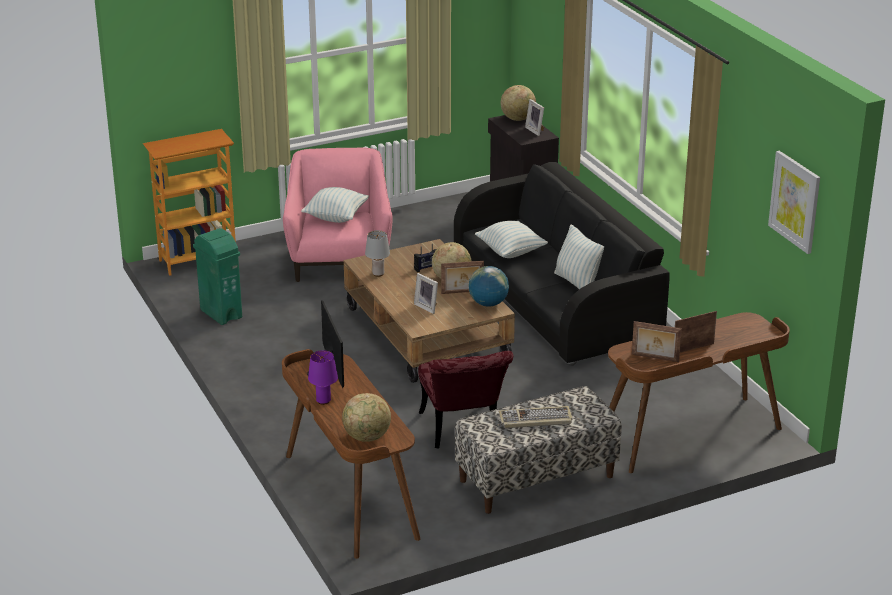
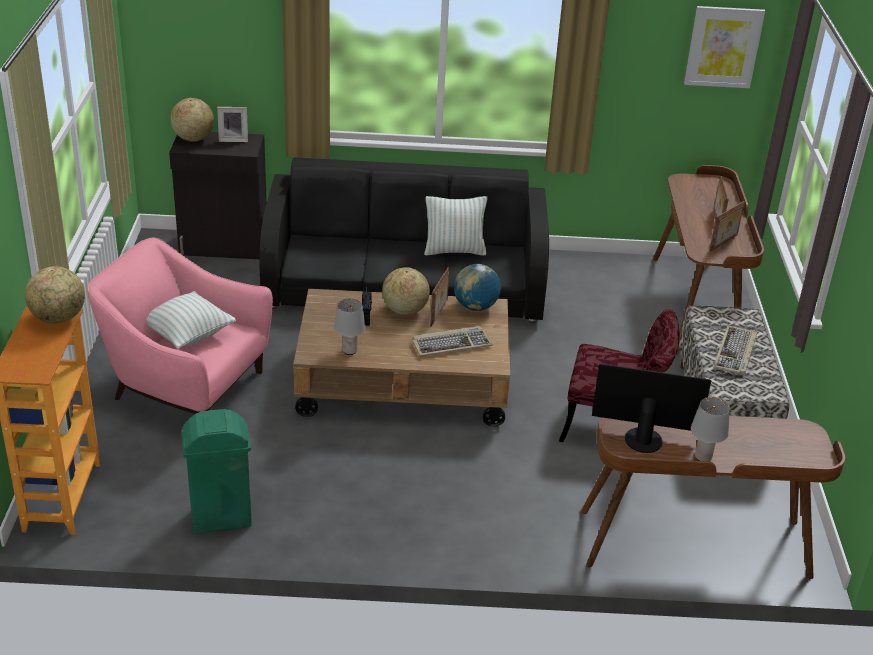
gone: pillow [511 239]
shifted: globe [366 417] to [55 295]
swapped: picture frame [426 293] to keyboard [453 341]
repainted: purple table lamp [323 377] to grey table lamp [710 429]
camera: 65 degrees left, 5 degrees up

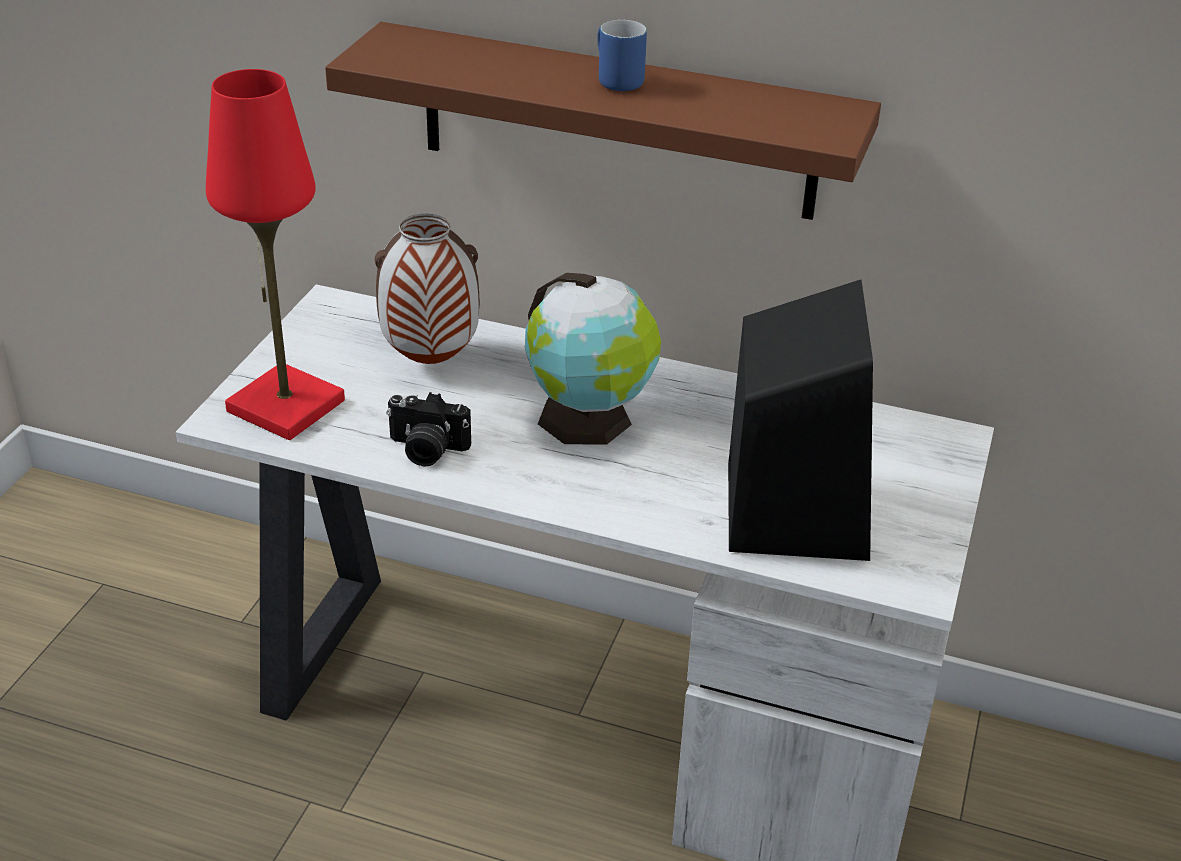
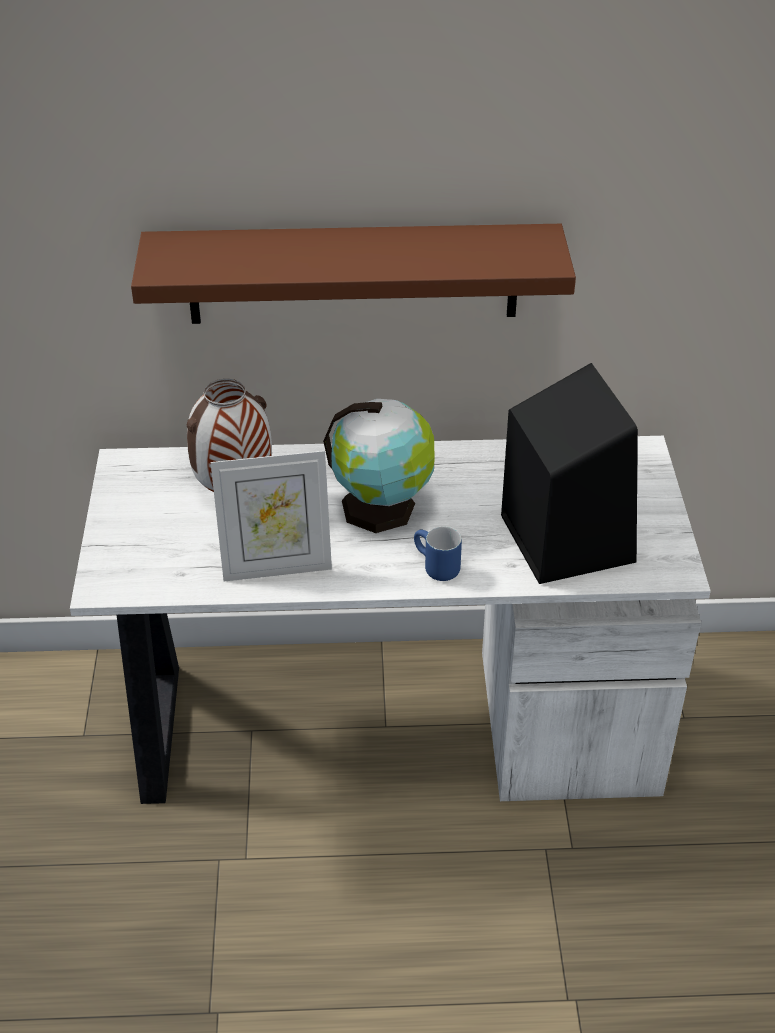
gone: red table lamp [275 254]
shifted: blue mug [622 55] to [438 554]
swapped: photo camera [428 429] to picture frame [271 516]
camera: 20 degrees left, 5 degrees up

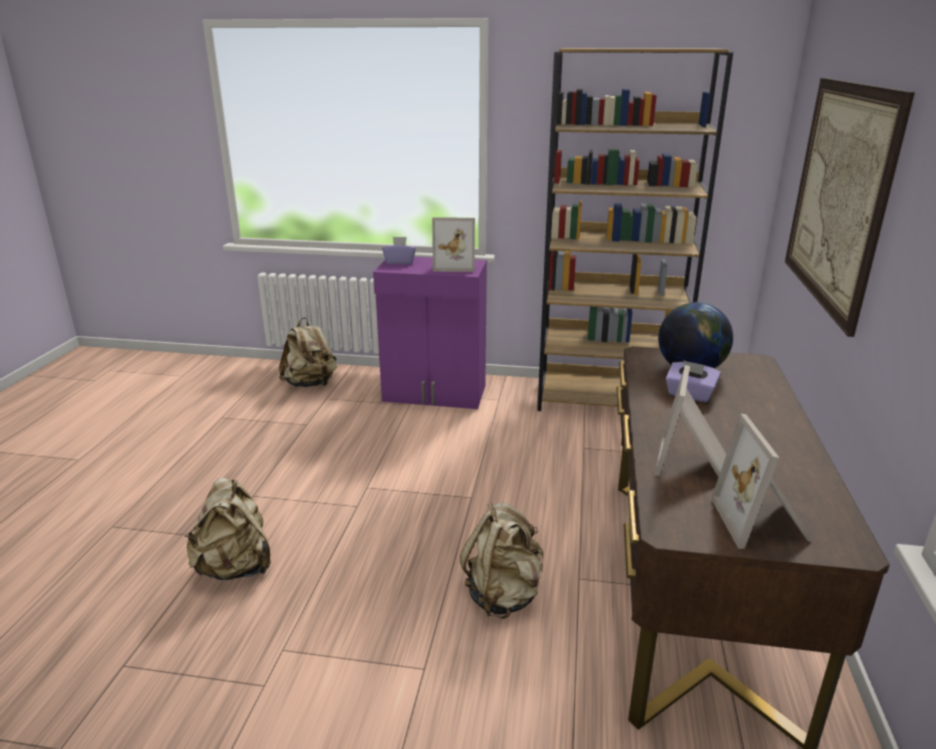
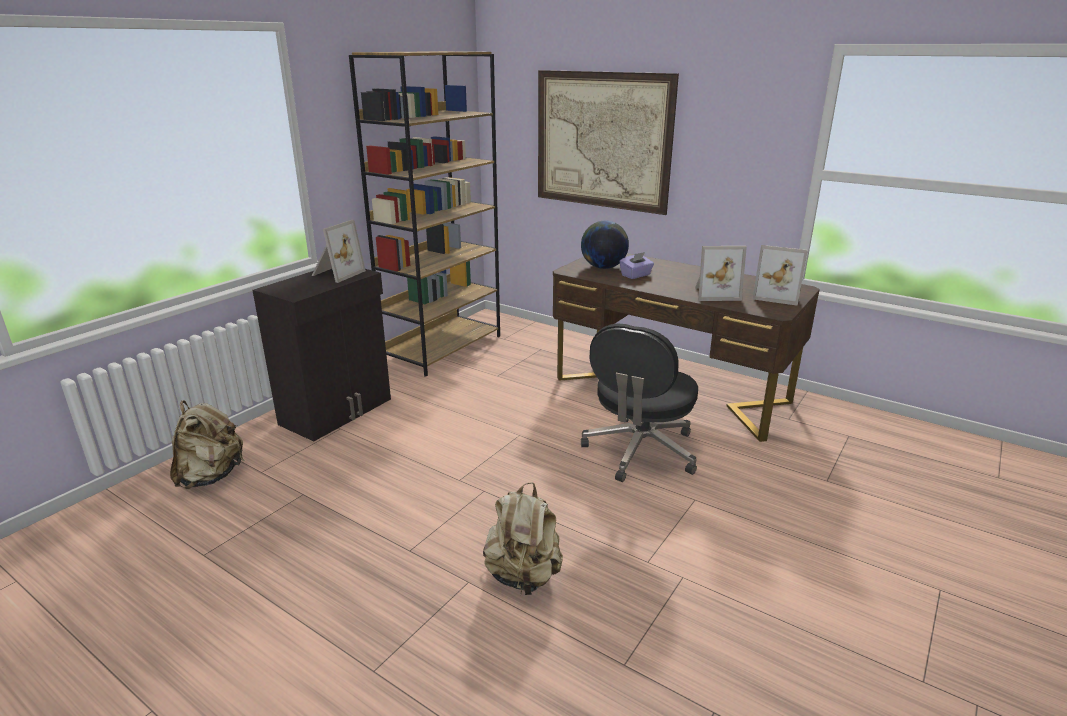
gone: purple tissue box [399 250]
swapped: beige backpack [501 561] to black office chair [639 402]
repainted: purple cabinet [430 333] to black cabinet [321 355]
rotated: picture frame [690 421] = [721 273] 45 degrees counterclockwise
camera: 65 degrees left, 0 degrees up

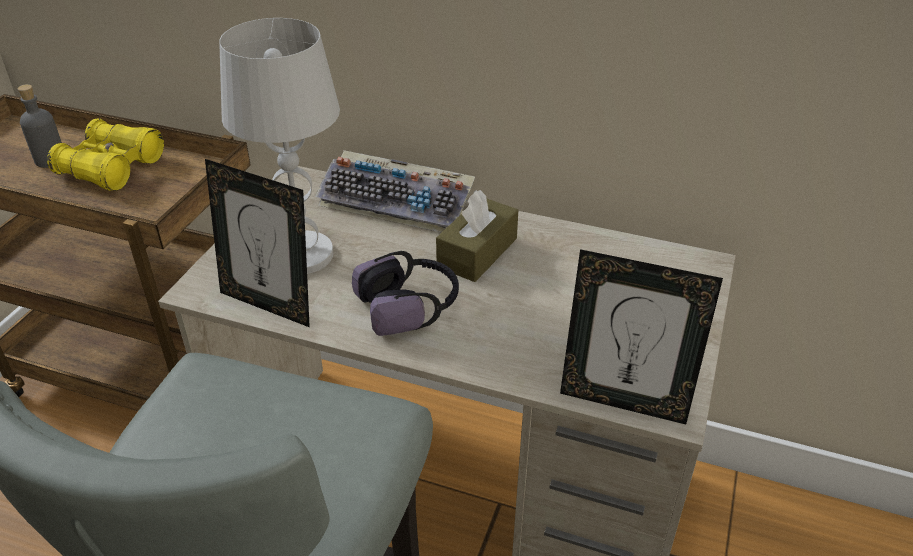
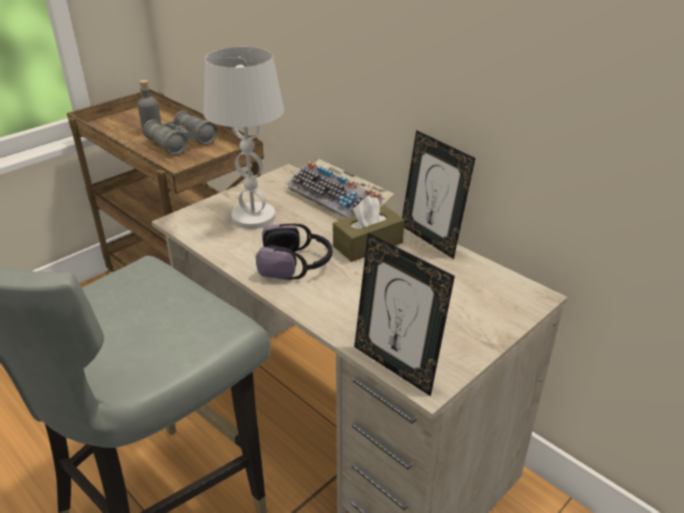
shifted: picture frame [257 243] to [438 194]
repainted: yellow binoculars [105 154] to grey binoculars [180 132]
camera: 25 degrees right, 5 degrees down

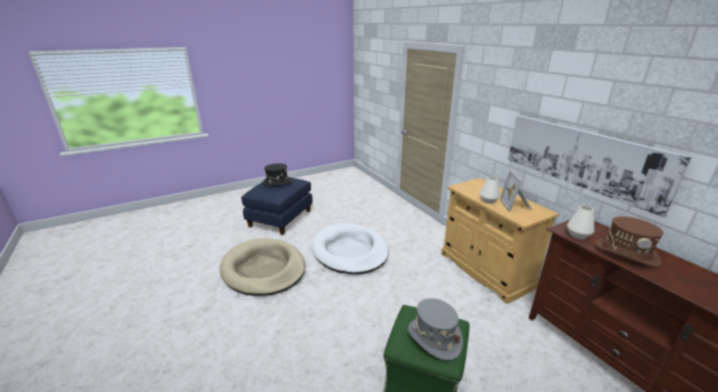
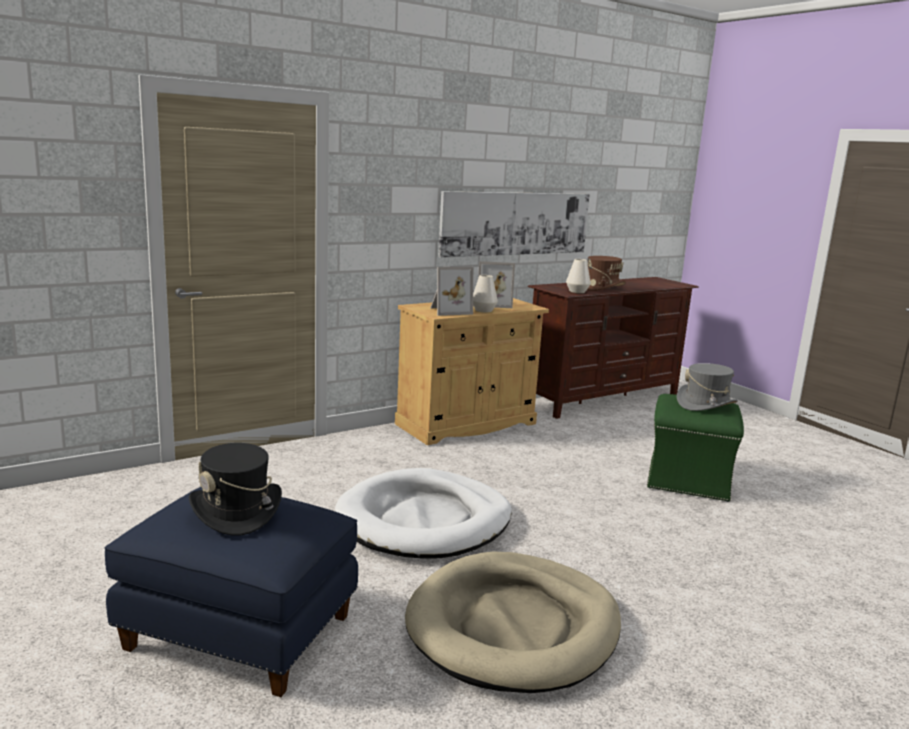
new: picture frame [451 291]
camera: 95 degrees left, 10 degrees down

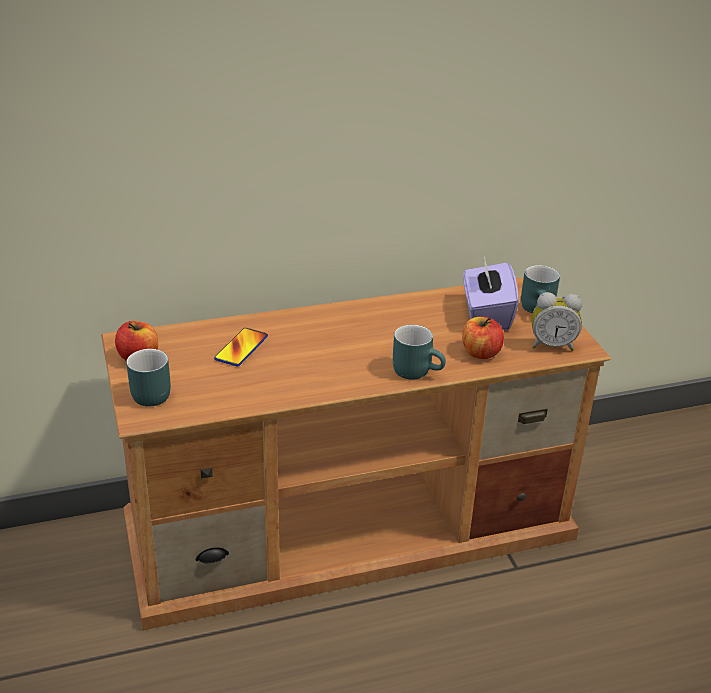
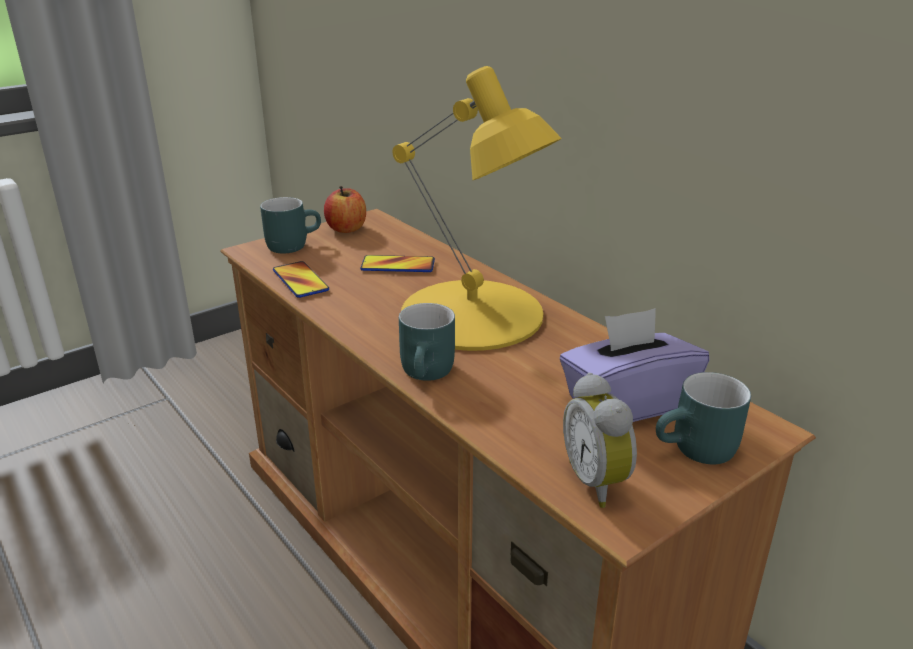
gone: apple [483 338]
new: phone [301 279]; yellow table lamp [477 208]
camera: 70 degrees right, 5 degrees down

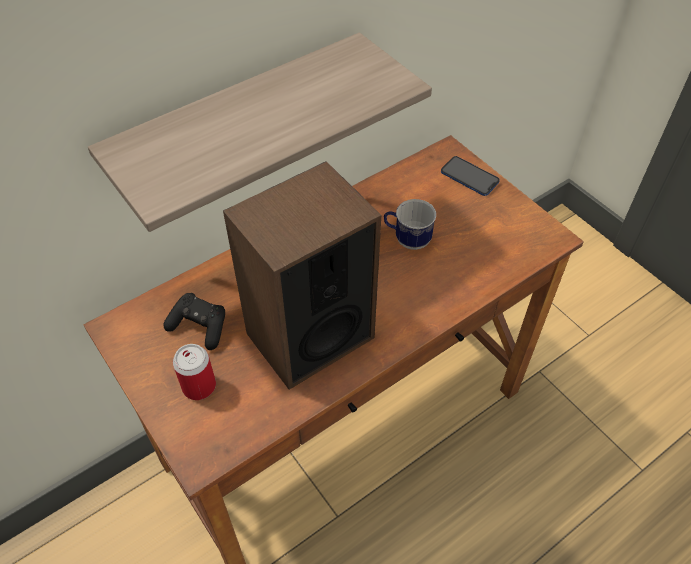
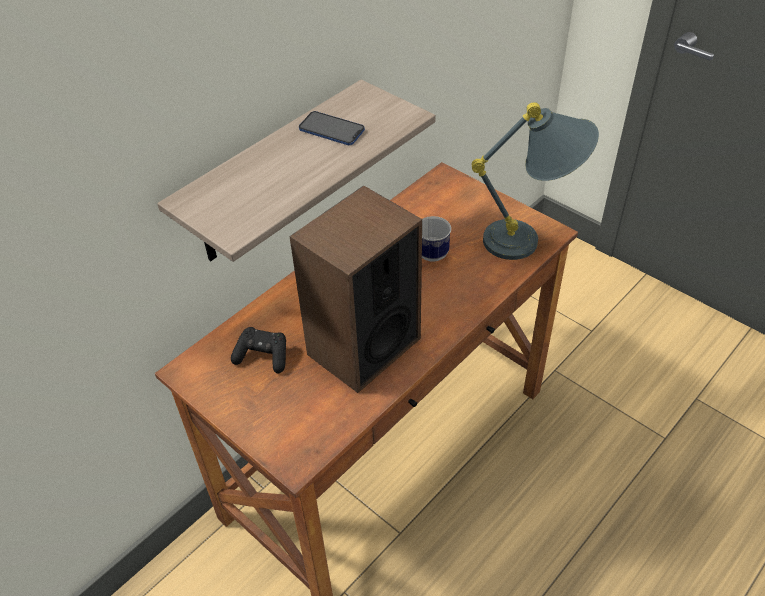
gone: can [194 372]
new: grey table lamp [535 181]
shifted: phone [470 176] to [332 128]
camera: 10 degrees left, 5 degrees down

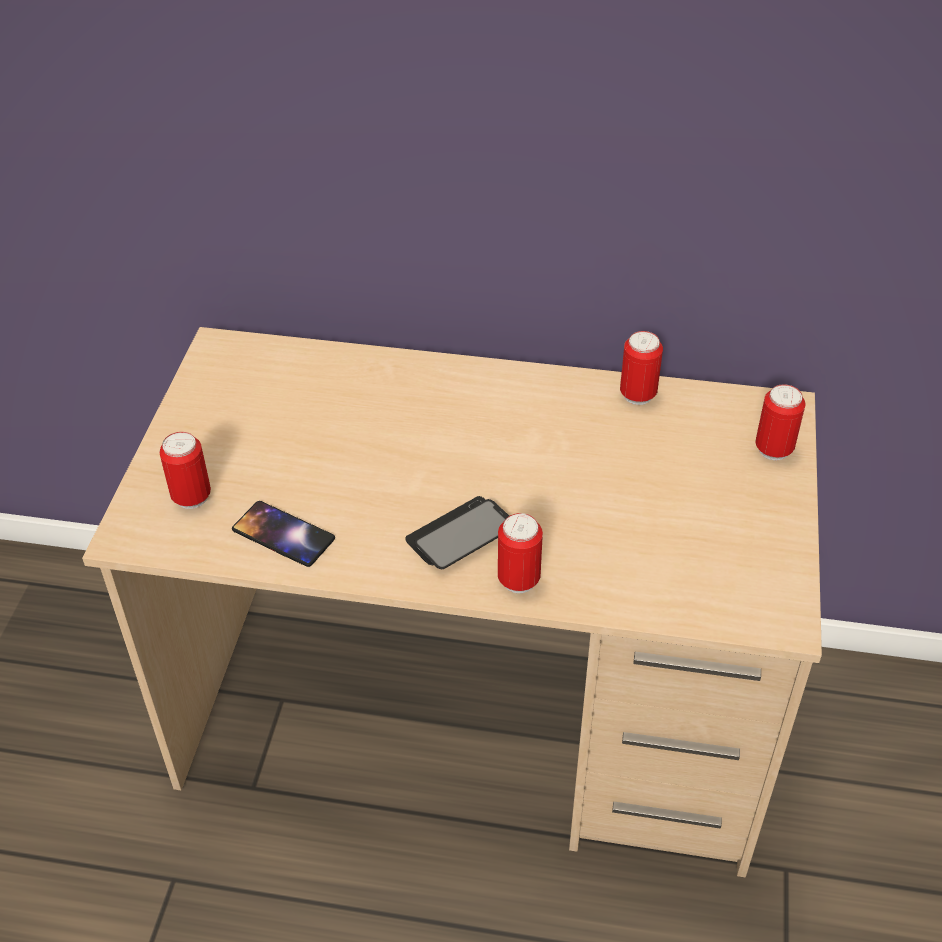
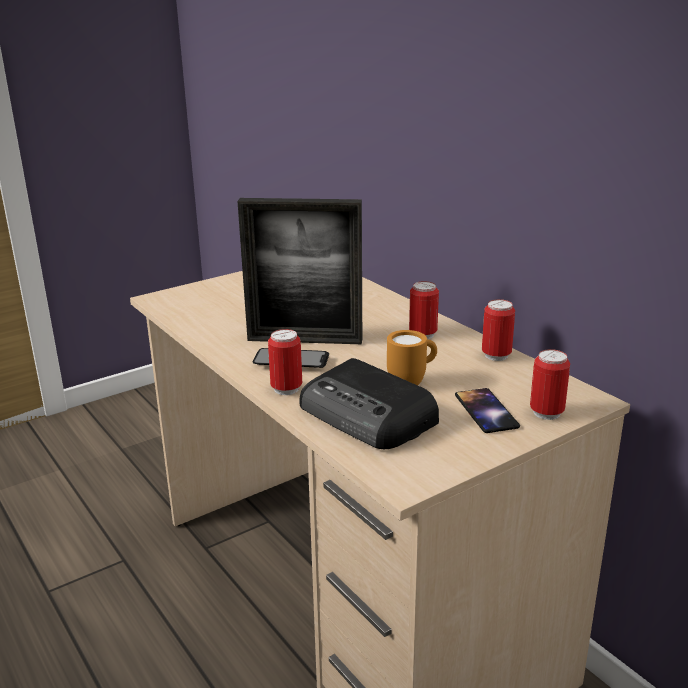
new: picture frame [300 271]; radio [369 403]; orange mug [412 357]
shifted: can [185 470] to [424 310]; phone [283 534] to [487 410]
camera: 45 degrees right, 20 degrees down

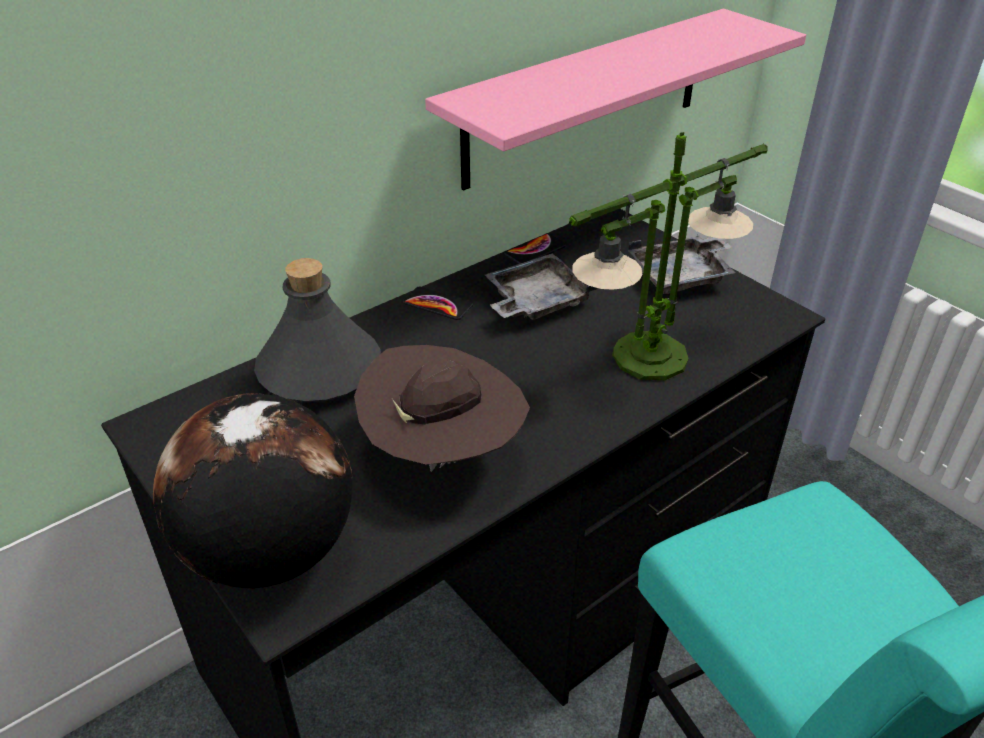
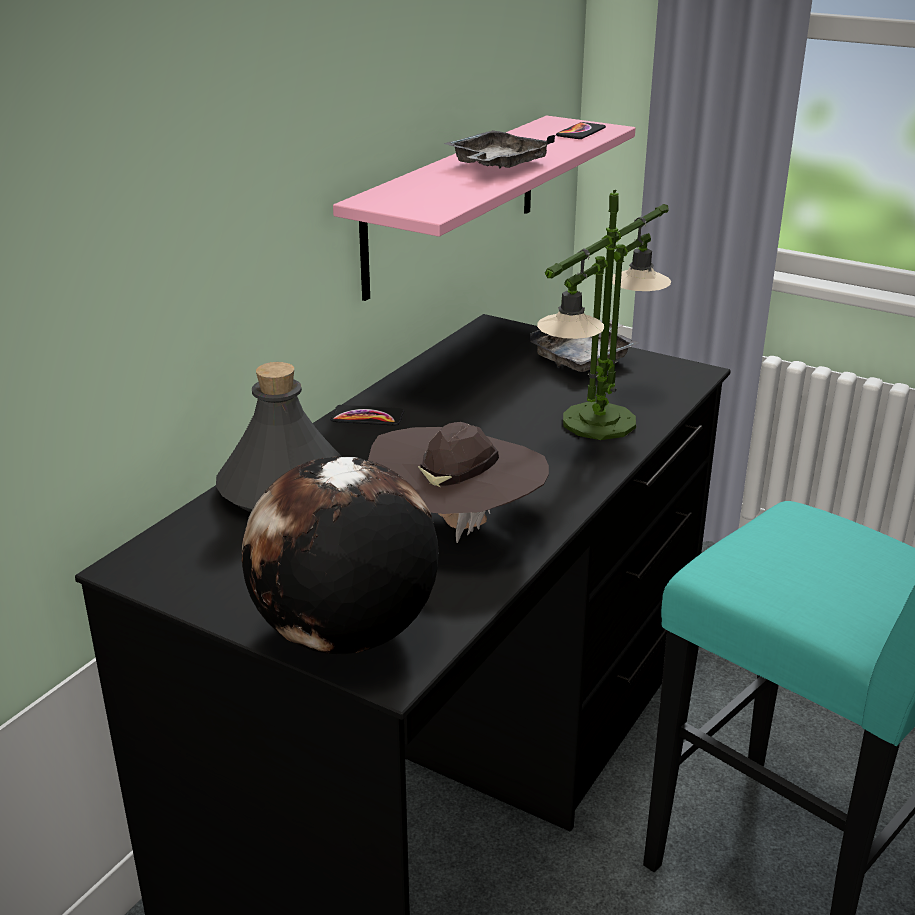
shifted: grey tray [541 286] to [499 149]; phone [535 248] to [581 130]
camera: 20 degrees left, 10 degrees down

